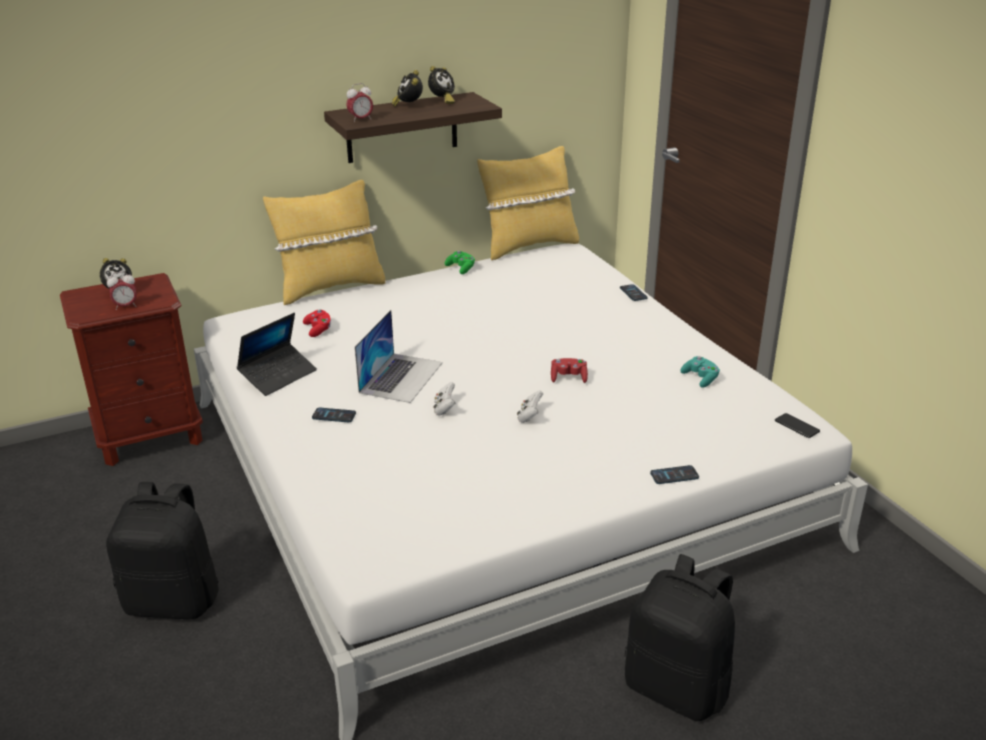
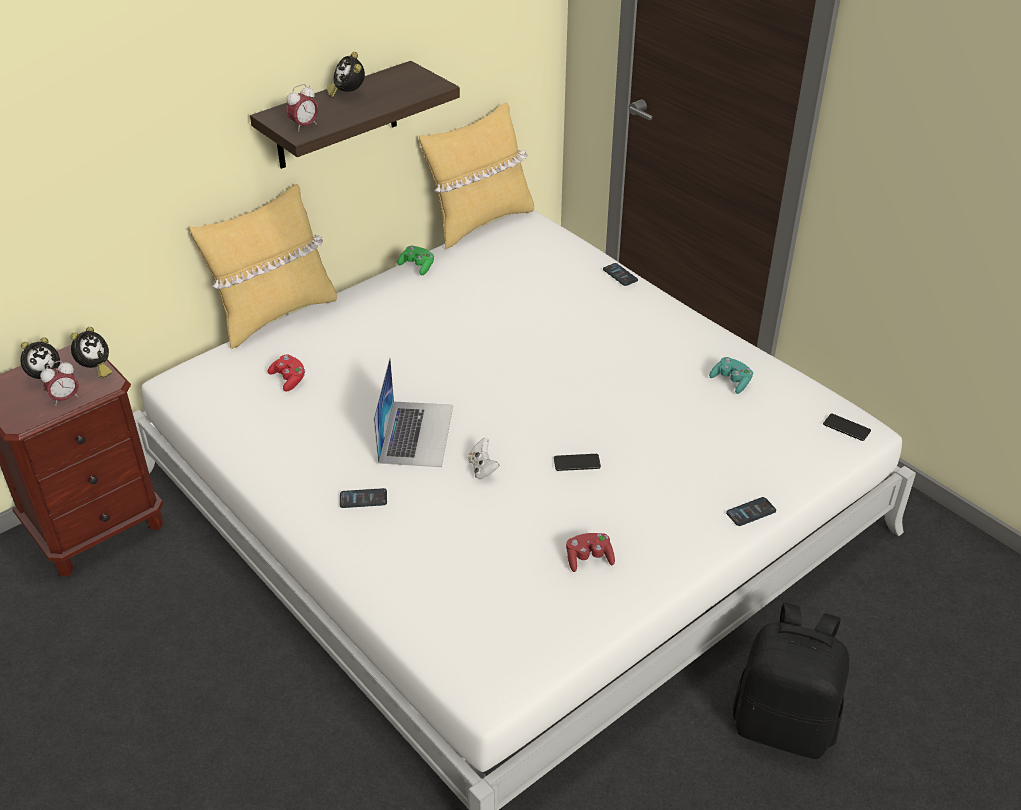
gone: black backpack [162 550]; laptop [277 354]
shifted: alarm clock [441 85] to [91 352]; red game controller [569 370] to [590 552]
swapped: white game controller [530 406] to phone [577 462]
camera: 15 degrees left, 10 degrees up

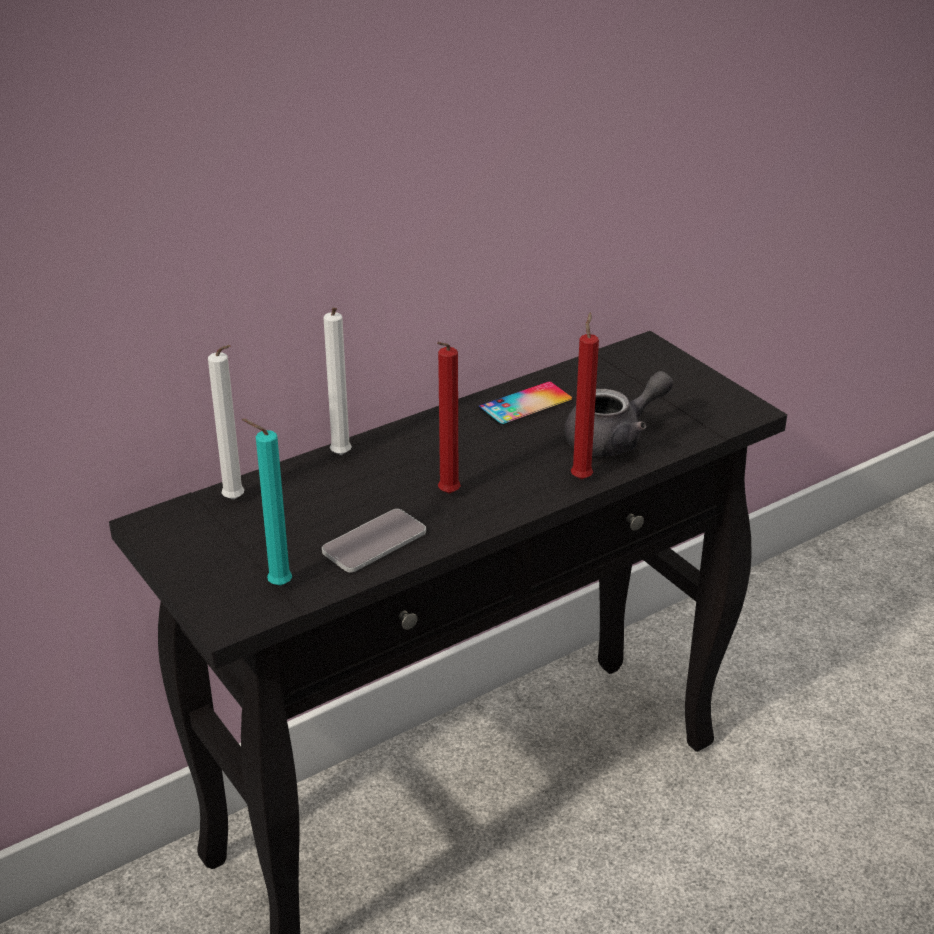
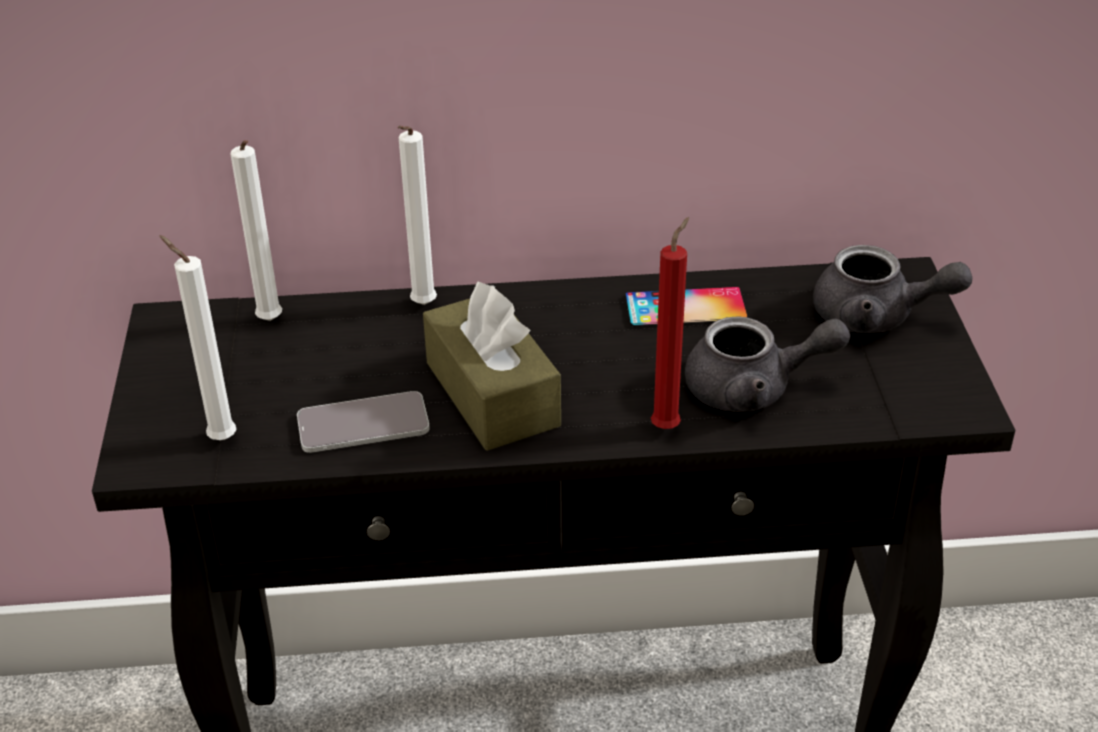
new: grey teapot [892 289]
swapped: red candle [449 418] to brown tissue box [492 366]
repainted: turquoise candle [267 502] to white candle [198 337]
camera: 30 degrees right, 5 degrees up

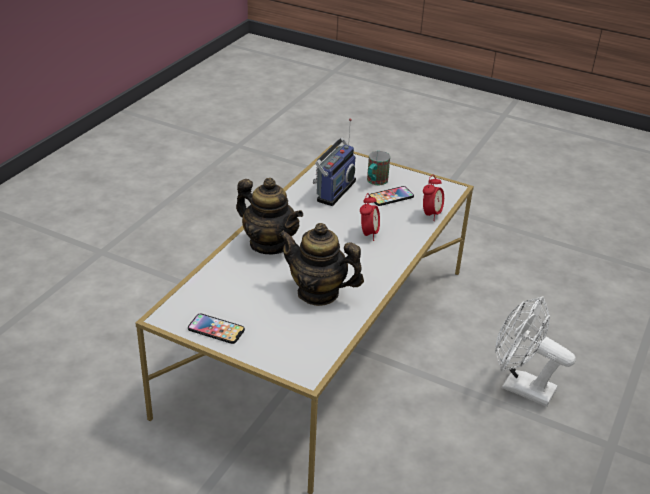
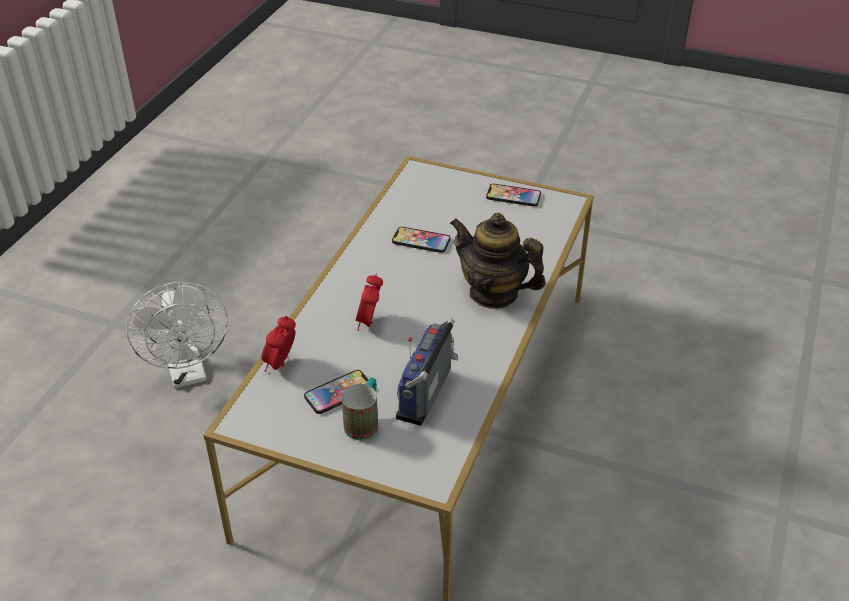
swapped: teapot [321 264] to phone [421 240]
rotated: white fan [535 351] = [177 335] 45 degrees clockwise
camera: 175 degrees right, 5 degrees up

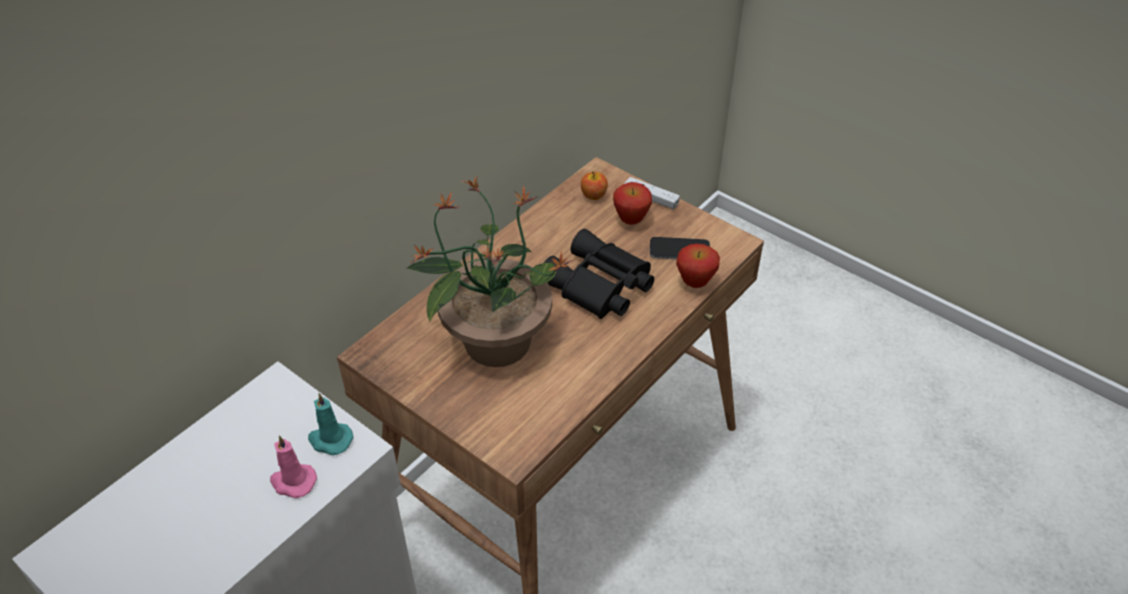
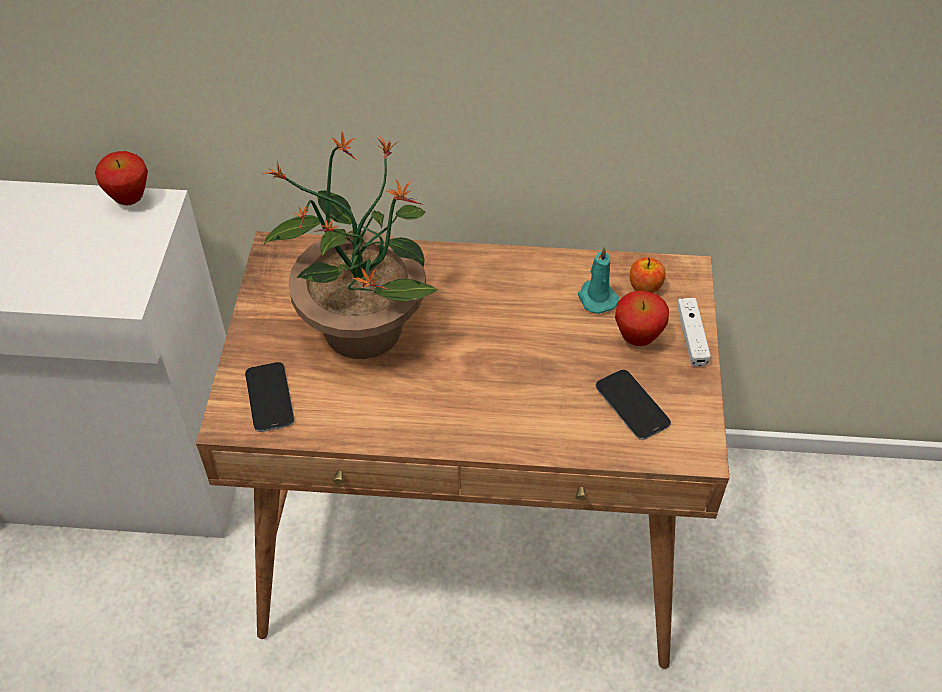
gone: pink candle [293 466]; black binoculars [599 274]
new: phone [270 397]
shifted: turquoise candle [330 424] to [598 280]; apple [698 266] to [121 178]
camera: 55 degrees right, 5 degrees up

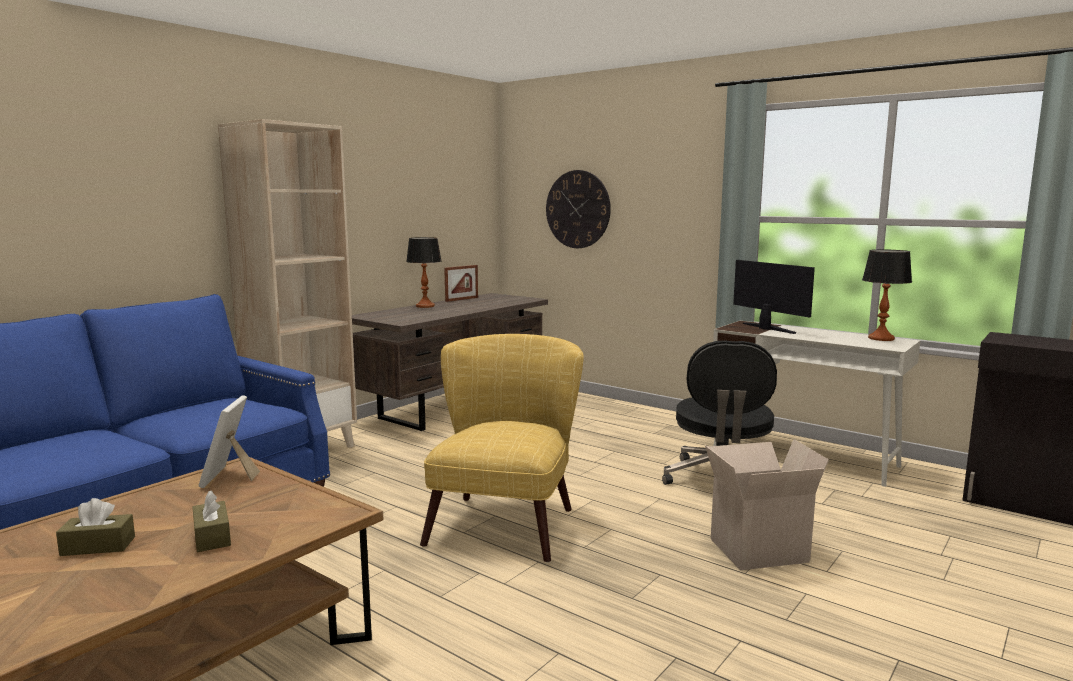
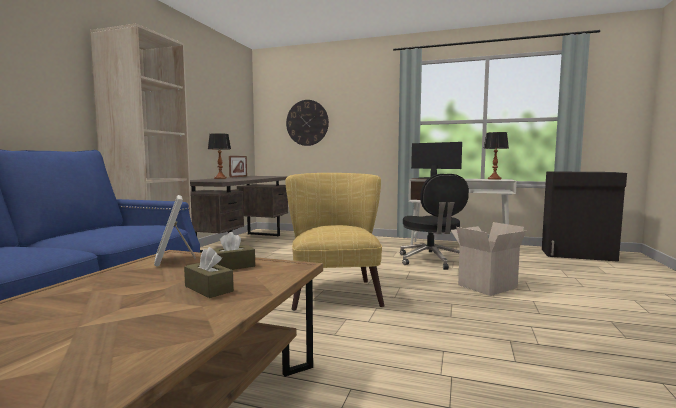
shifted: brown tissue box [95 527] to [234 251]
camera: 20 degrees left, 5 degrees down

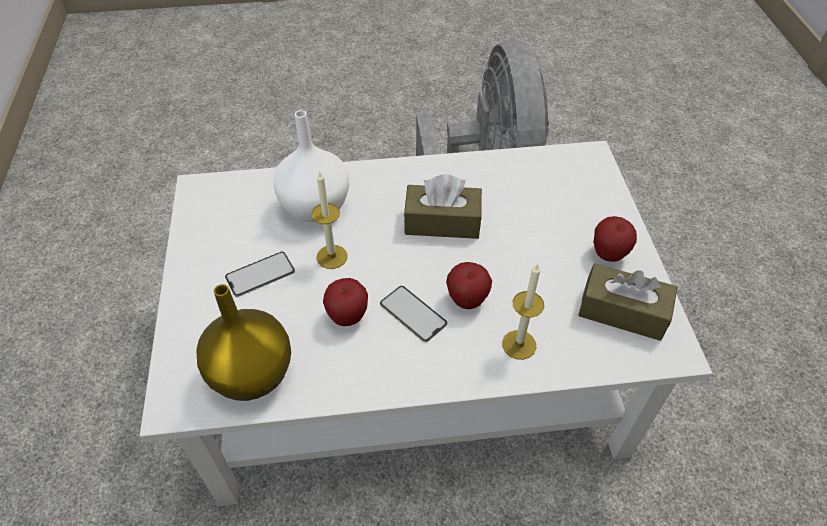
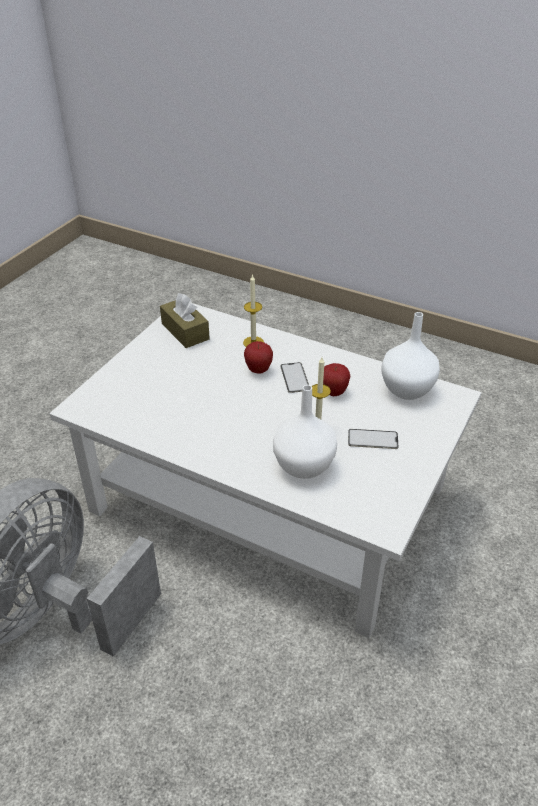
gone: brown tissue box [443 206]; apple [615 239]
repainted: yellow vase [243 342] to white vase [411 356]
camera: 145 degrees left, 10 degrees down

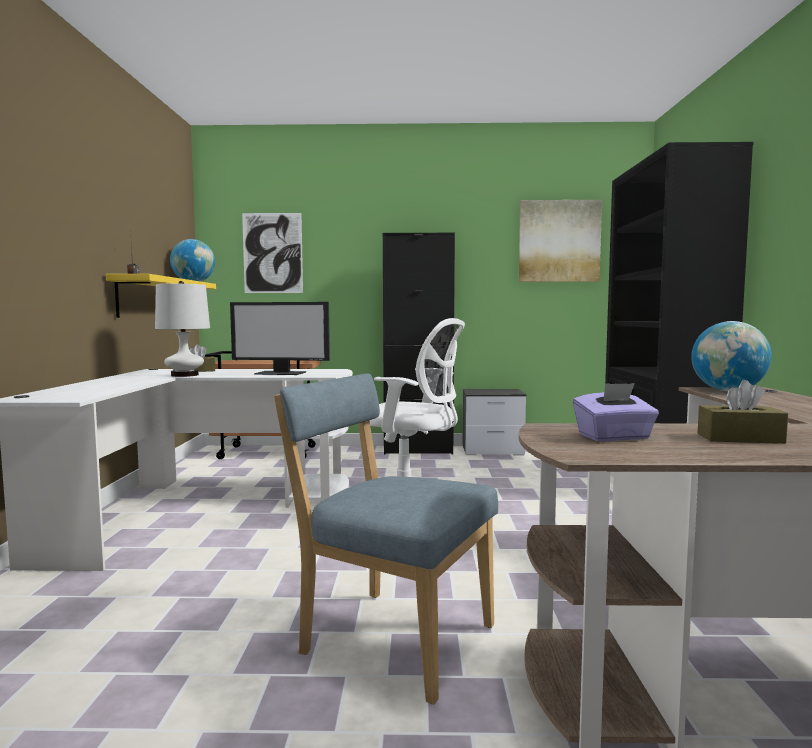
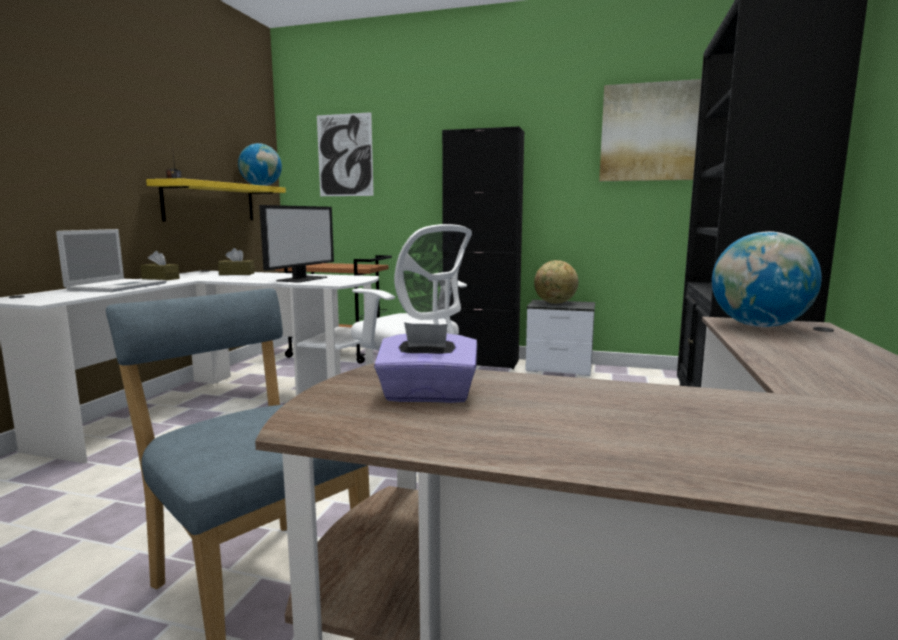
gone: white table lamp [182 329]
new: laptop [111 260]; globe [556 282]
shifted: brown tissue box [743 412] to [160 266]
rotated: monitor [280 338] = [296 244] 90 degrees counterclockwise
camera: 15 degrees right, 5 degrees up

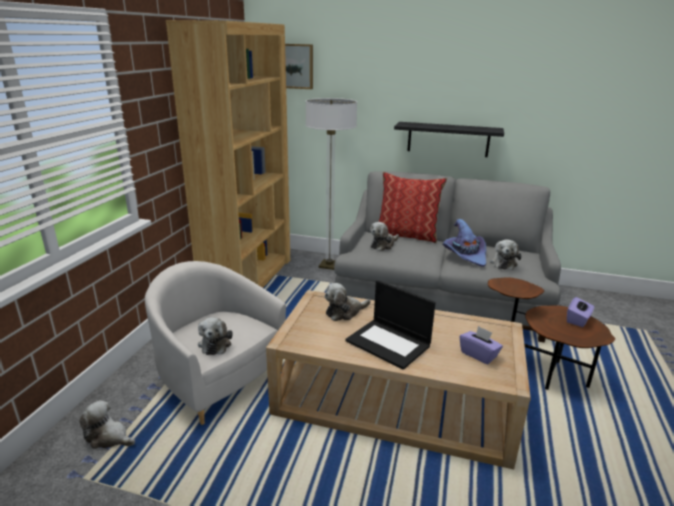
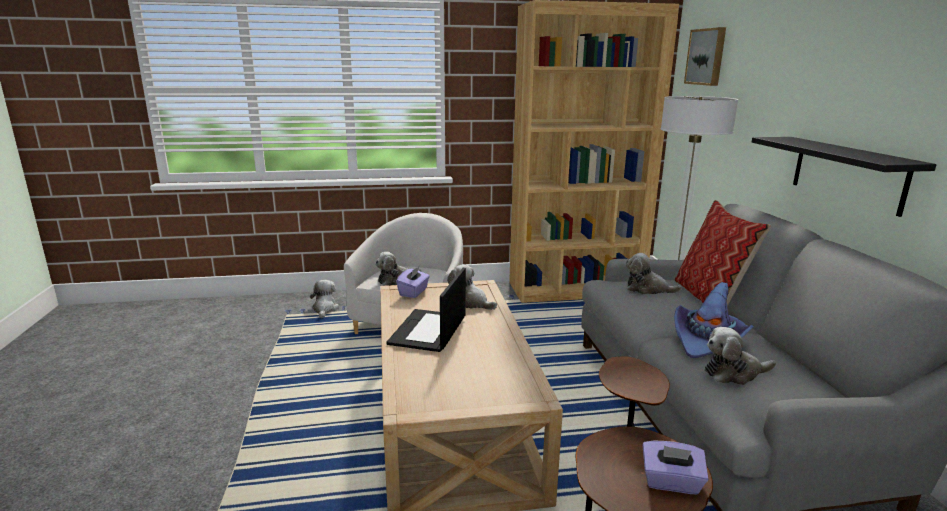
shifted: purple tissue box [481 345] to [413 282]
camera: 65 degrees right, 5 degrees down

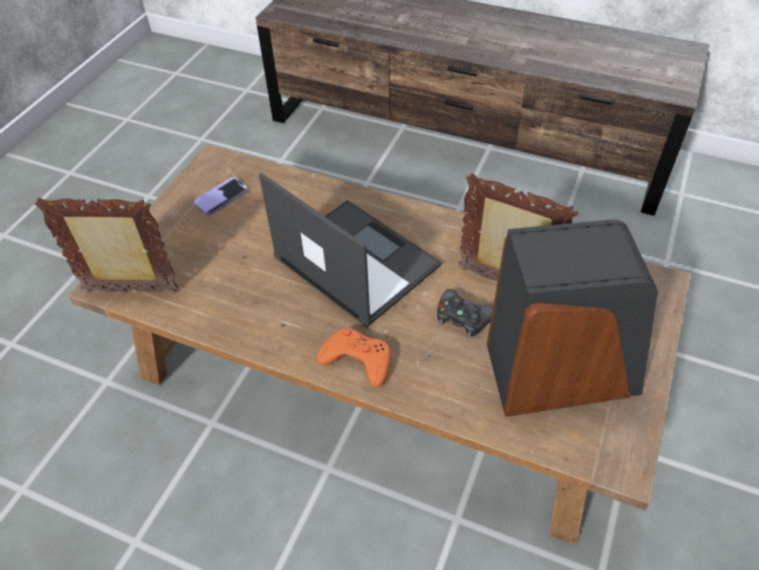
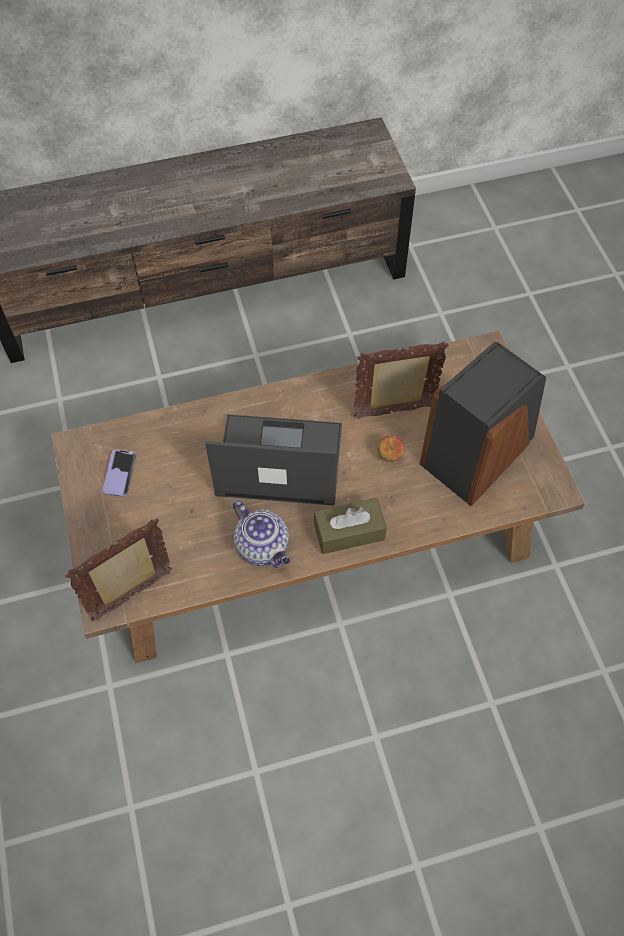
new: teapot [261 534]
swapped: orange game controller [354 357] to brown tissue box [350 526]; black game controller [465 313] to apple [391 448]
camera: 40 degrees left, 10 degrees up

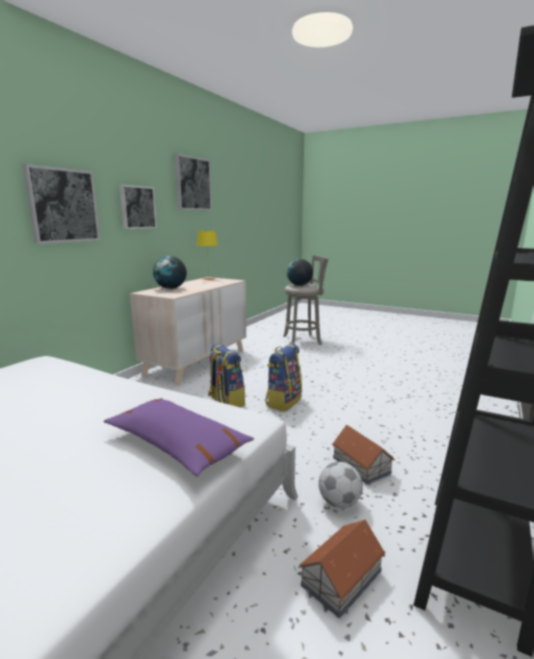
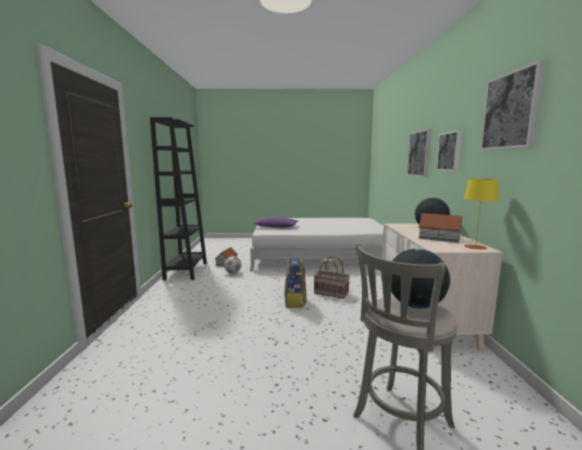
shifted: toy house [363 454] to [440 228]
swapped: backpack [226 375] to basket [332 277]
camera: 150 degrees right, 5 degrees down

